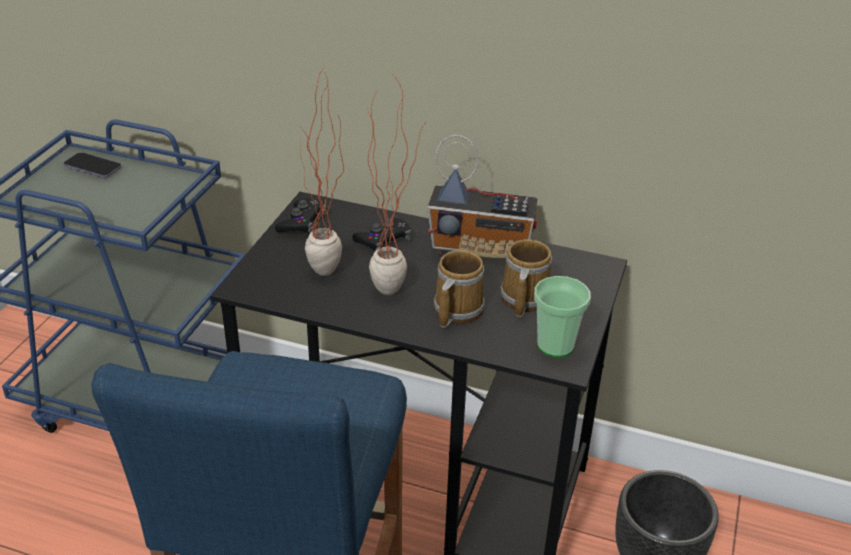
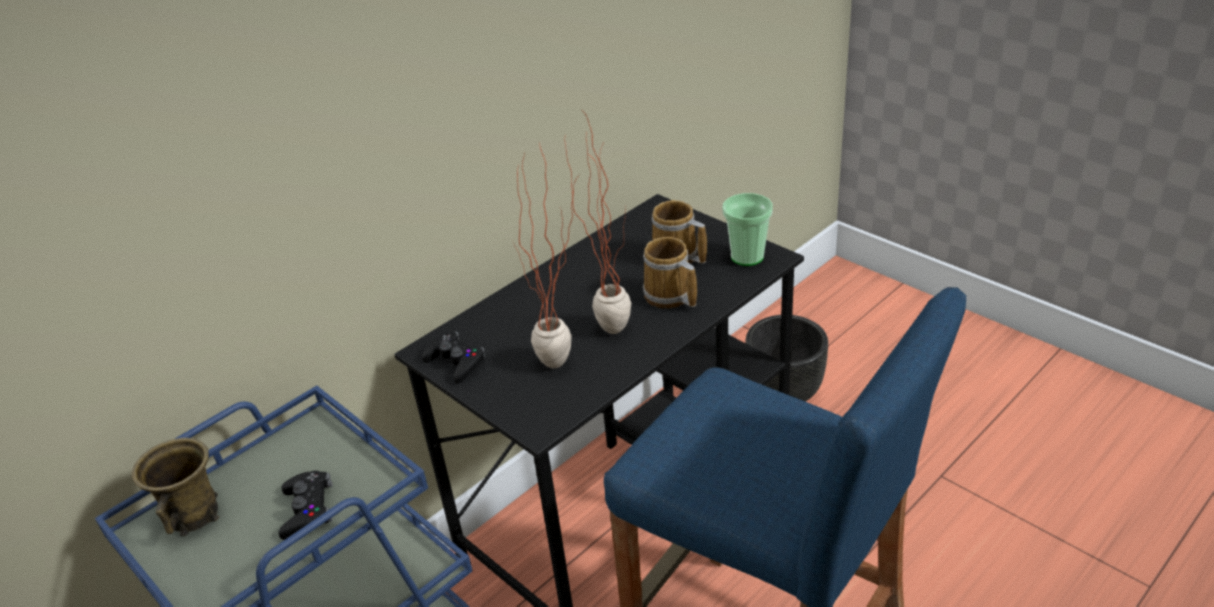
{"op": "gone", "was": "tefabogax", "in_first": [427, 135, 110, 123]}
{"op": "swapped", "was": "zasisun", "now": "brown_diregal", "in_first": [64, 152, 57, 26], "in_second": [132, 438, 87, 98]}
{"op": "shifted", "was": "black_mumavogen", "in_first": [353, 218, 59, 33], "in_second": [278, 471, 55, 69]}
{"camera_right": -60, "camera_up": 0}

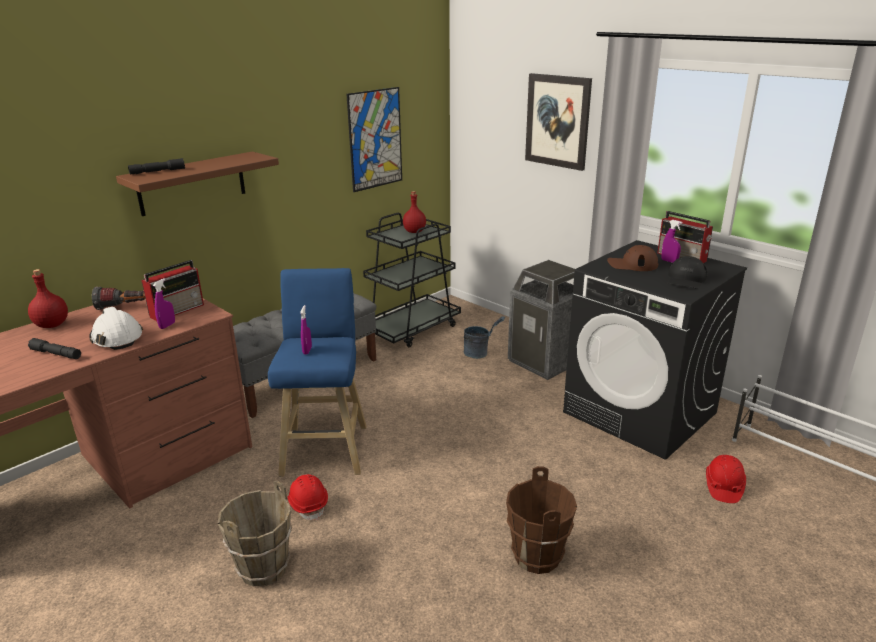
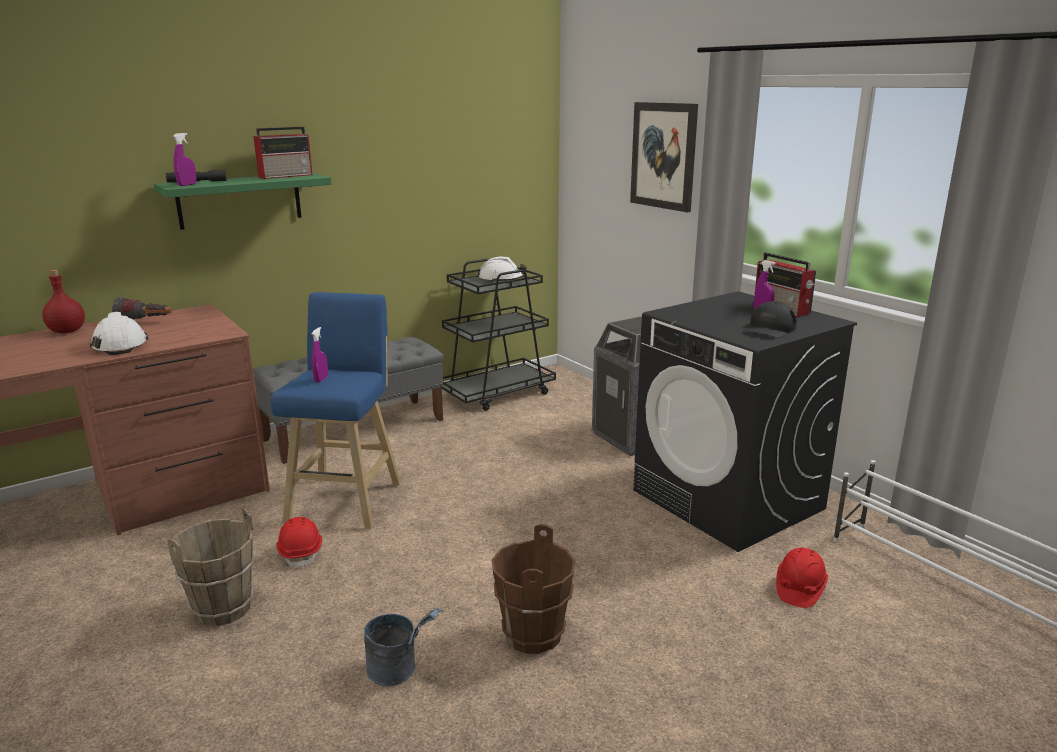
{"op": "gone", "was": "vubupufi", "in_first": [346, 87, 56, 105]}
{"op": "repainted", "was": "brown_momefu", "now": "green_momefu", "in_first": [116, 151, 163, 65], "in_second": [154, 173, 177, 57]}
{"op": "swapped", "was": "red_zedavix", "now": "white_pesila", "in_first": [403, 191, 23, 42], "in_second": [479, 257, 48, 26]}
{"op": "gone", "was": "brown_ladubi", "in_first": [607, 245, 51, 26]}
{"op": "shifted", "was": "tefabogax", "in_first": [141, 260, 63, 61], "in_second": [254, 127, 58, 52]}
{"op": "shifted", "was": "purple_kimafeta", "in_first": [153, 278, 22, 51], "in_second": [173, 133, 23, 53]}
{"op": "shifted", "was": "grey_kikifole", "in_first": [464, 316, 41, 43], "in_second": [364, 608, 78, 79]}
{"op": "gone", "was": "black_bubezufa", "in_first": [28, 338, 53, 21]}
{"camera_right": 10, "camera_up": -5}

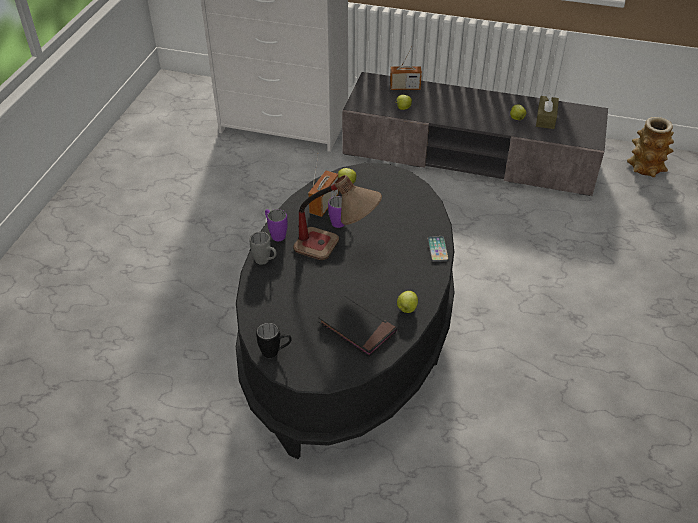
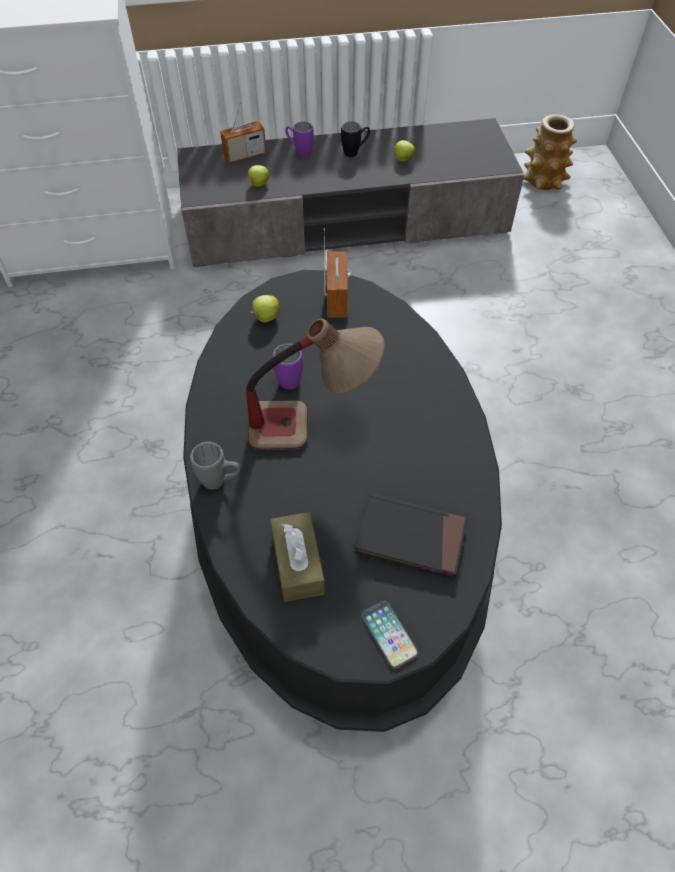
{"op": "shifted", "was": "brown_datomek", "in_first": [536, 93, 23, 36], "in_second": [270, 512, 55, 90]}
{"op": "shifted", "was": "tefabogax", "in_first": [308, 152, 31, 65], "in_second": [323, 228, 27, 89]}
{"op": "shifted", "was": "purple_diregal", "in_first": [265, 209, 23, 32], "in_second": [285, 122, 29, 35]}
{"op": "shifted", "was": "zasisun", "in_first": [427, 236, 22, 26], "in_second": [361, 601, 57, 68]}
{"op": "gone", "was": "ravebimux", "in_first": [397, 291, 21, 22]}
{"op": "shifted", "was": "black_diregal", "in_first": [256, 323, 36, 35], "in_second": [341, 122, 29, 35]}
{"camera_right": -25, "camera_up": 10}

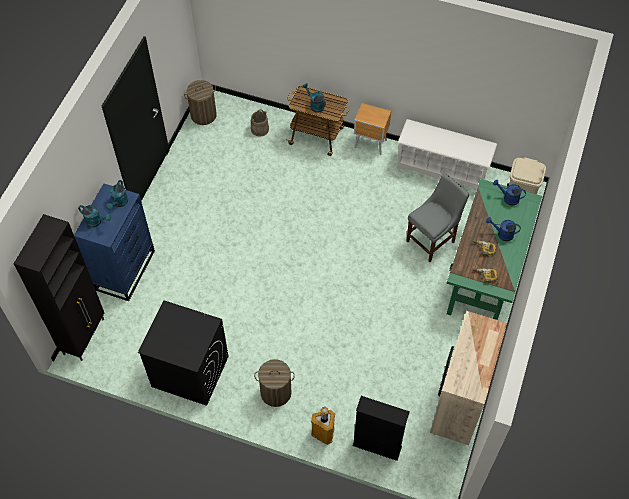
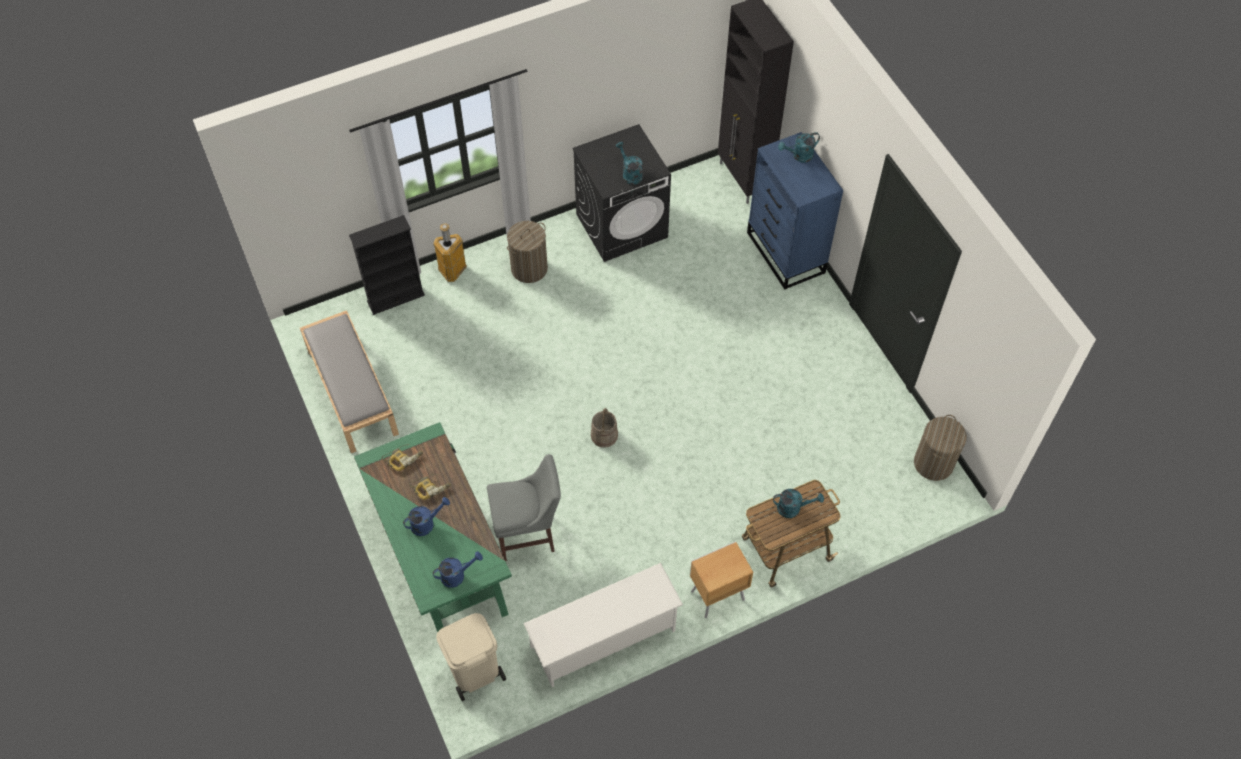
{"op": "shifted", "was": "beige_kikifole", "in_first": [251, 109, 18, 28], "in_second": [591, 408, 27, 40]}
{"op": "rotated", "was": "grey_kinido", "in_first": [406, 174, 63, 88], "in_second": [487, 454, 74, 107], "clockwise": -105}
{"op": "shifted", "was": "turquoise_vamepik", "in_first": [106, 180, 22, 30], "in_second": [616, 142, 27, 43]}
{"op": "swapped", "was": "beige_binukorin", "now": "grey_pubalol", "in_first": [430, 311, 77, 134], "in_second": [300, 310, 99, 143]}
{"camera_right": 135, "camera_up": 0}

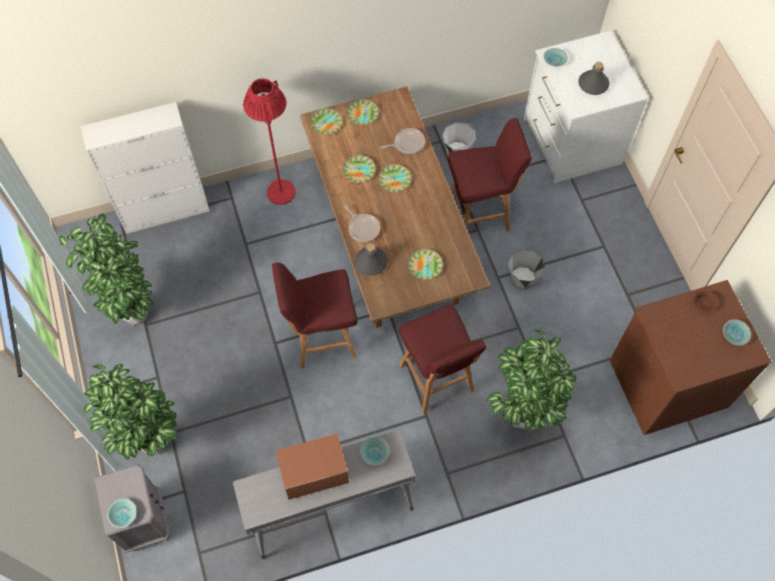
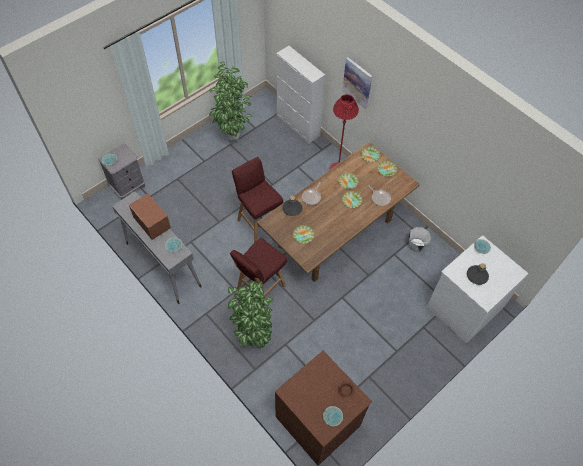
{"op": "gone", "was": "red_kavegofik", "in_first": [448, 118, 84, 114]}
{"op": "gone", "was": "grey_kikifole", "in_first": [508, 248, 37, 42]}
{"op": "gone", "was": "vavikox", "in_first": [83, 364, 94, 96]}
{"op": "new", "now": "vubupufi", "in_second": [342, 57, 30, 52]}
{"camera_right": 65, "camera_up": -5}

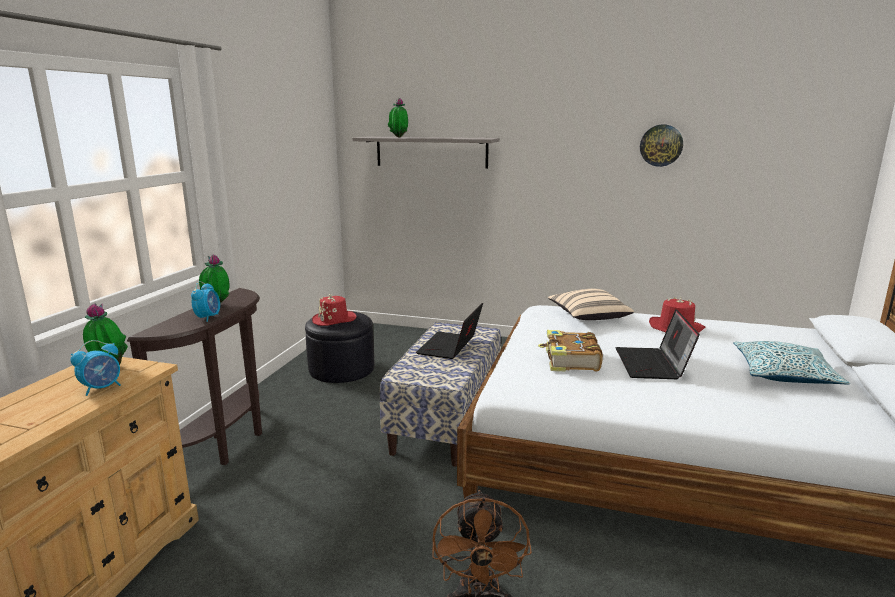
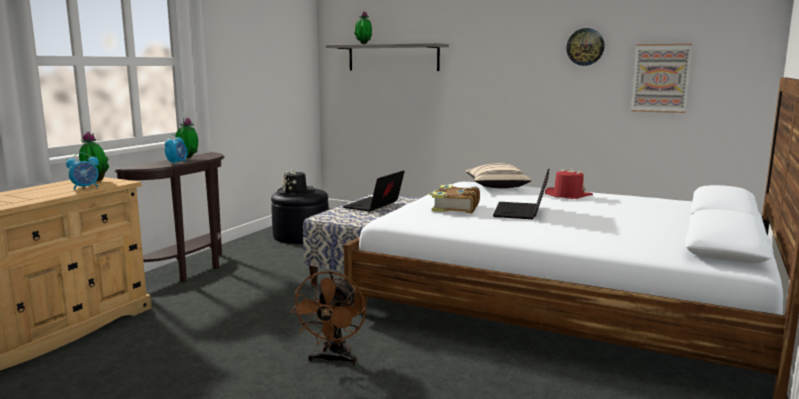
{"op": "repainted", "was": "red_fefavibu", "now": "black_fefavibu", "in_first": [312, 295, 44, 31], "in_second": [277, 170, 37, 24]}
{"op": "gone", "was": "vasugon", "in_first": [733, 341, 117, 44]}
{"op": "new", "now": "vubupufi", "in_second": [631, 44, 61, 69]}
{"camera_right": 10, "camera_up": -5}

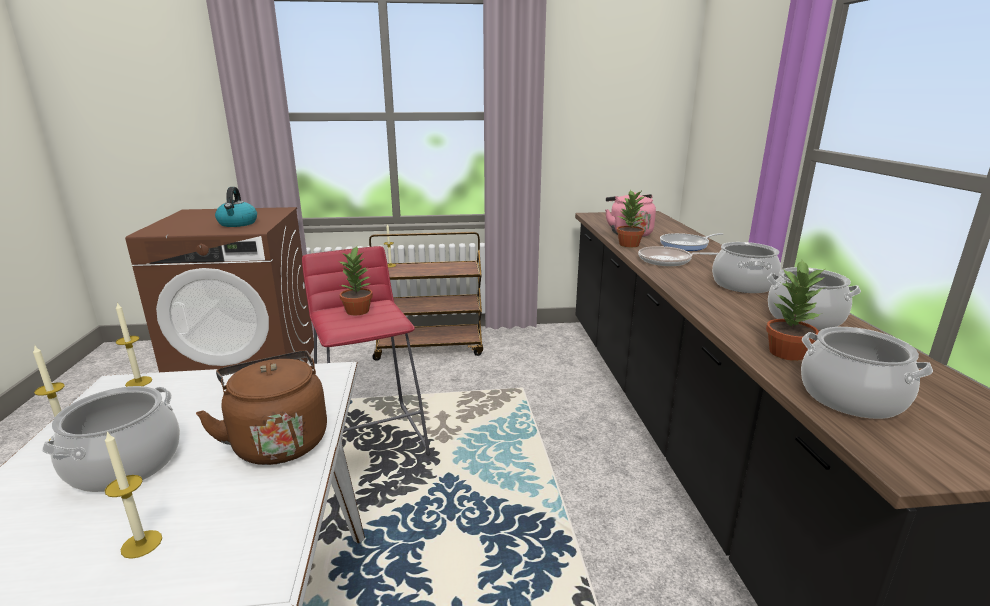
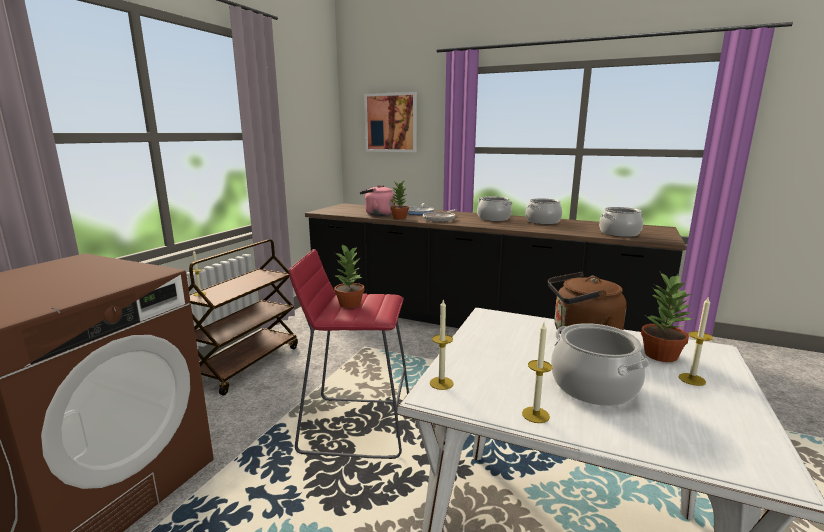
{"op": "gone", "was": "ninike", "in_first": [215, 187, 42, 40]}
{"op": "shifted", "was": "vavikox", "in_first": [766, 260, 59, 101], "in_second": [641, 272, 53, 90]}
{"op": "new", "now": "vubupufi", "in_second": [364, 92, 53, 60]}
{"camera_right": -60, "camera_up": -5}

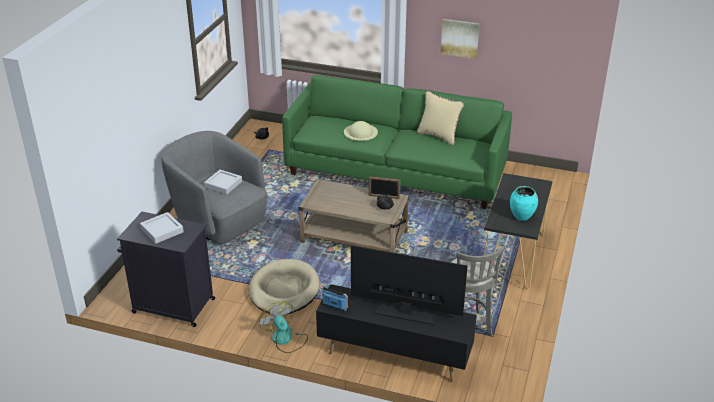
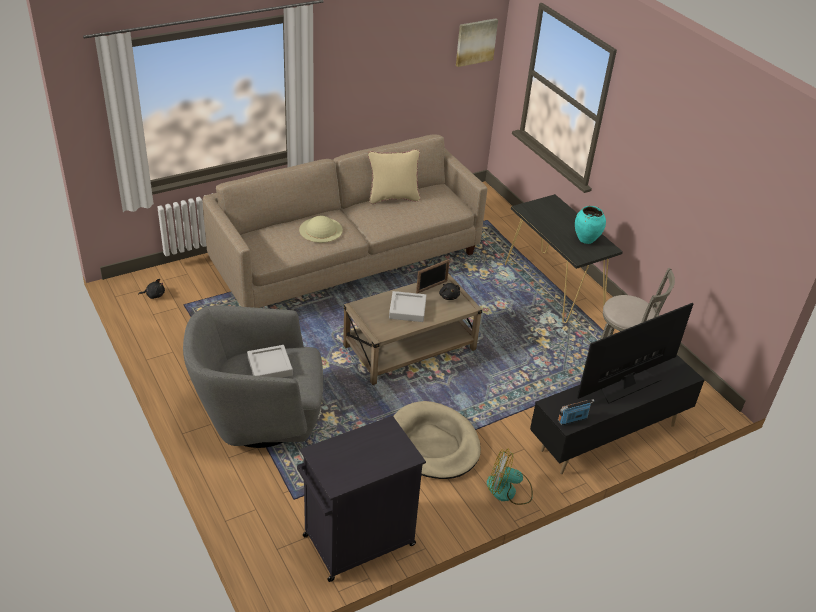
{"op": "shifted", "was": "vubupufi", "in_first": [440, 19, 40, 40], "in_second": [456, 18, 42, 49]}
{"op": "repainted", "was": "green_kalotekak", "now": "beige_kalotekak", "in_first": [282, 75, 230, 134], "in_second": [203, 134, 284, 174]}
{"op": "shifted", "was": "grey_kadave", "in_first": [140, 212, 44, 32], "in_second": [389, 291, 37, 31]}
{"camera_right": -50, "camera_up": 5}

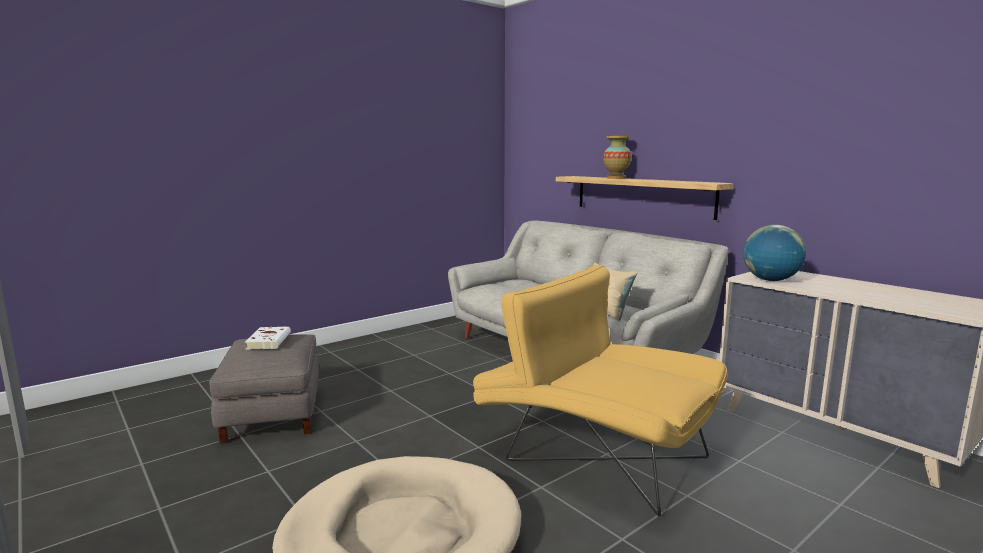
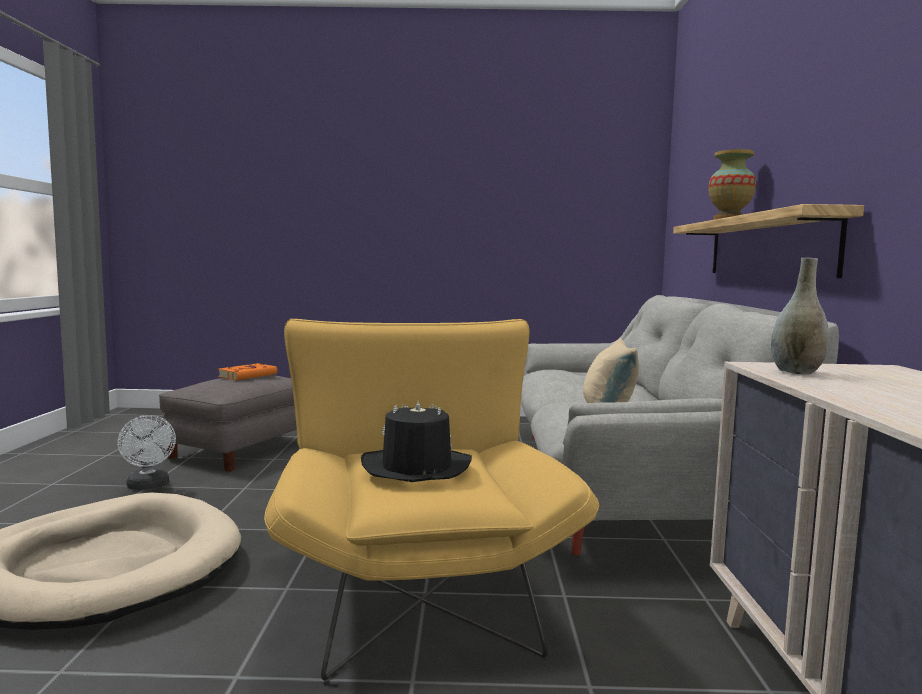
{"op": "swapped", "was": "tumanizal", "now": "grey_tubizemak", "in_first": [743, 225, 63, 56], "in_second": [771, 258, 58, 116]}
{"op": "repainted", "was": "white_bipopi", "now": "orange_bipopi", "in_first": [245, 327, 46, 23], "in_second": [218, 363, 59, 17]}
{"op": "new", "now": "black_fefavibu", "in_second": [361, 400, 111, 82]}
{"op": "new", "now": "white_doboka", "in_second": [117, 415, 59, 75]}
{"camera_right": 40, "camera_up": -5}

